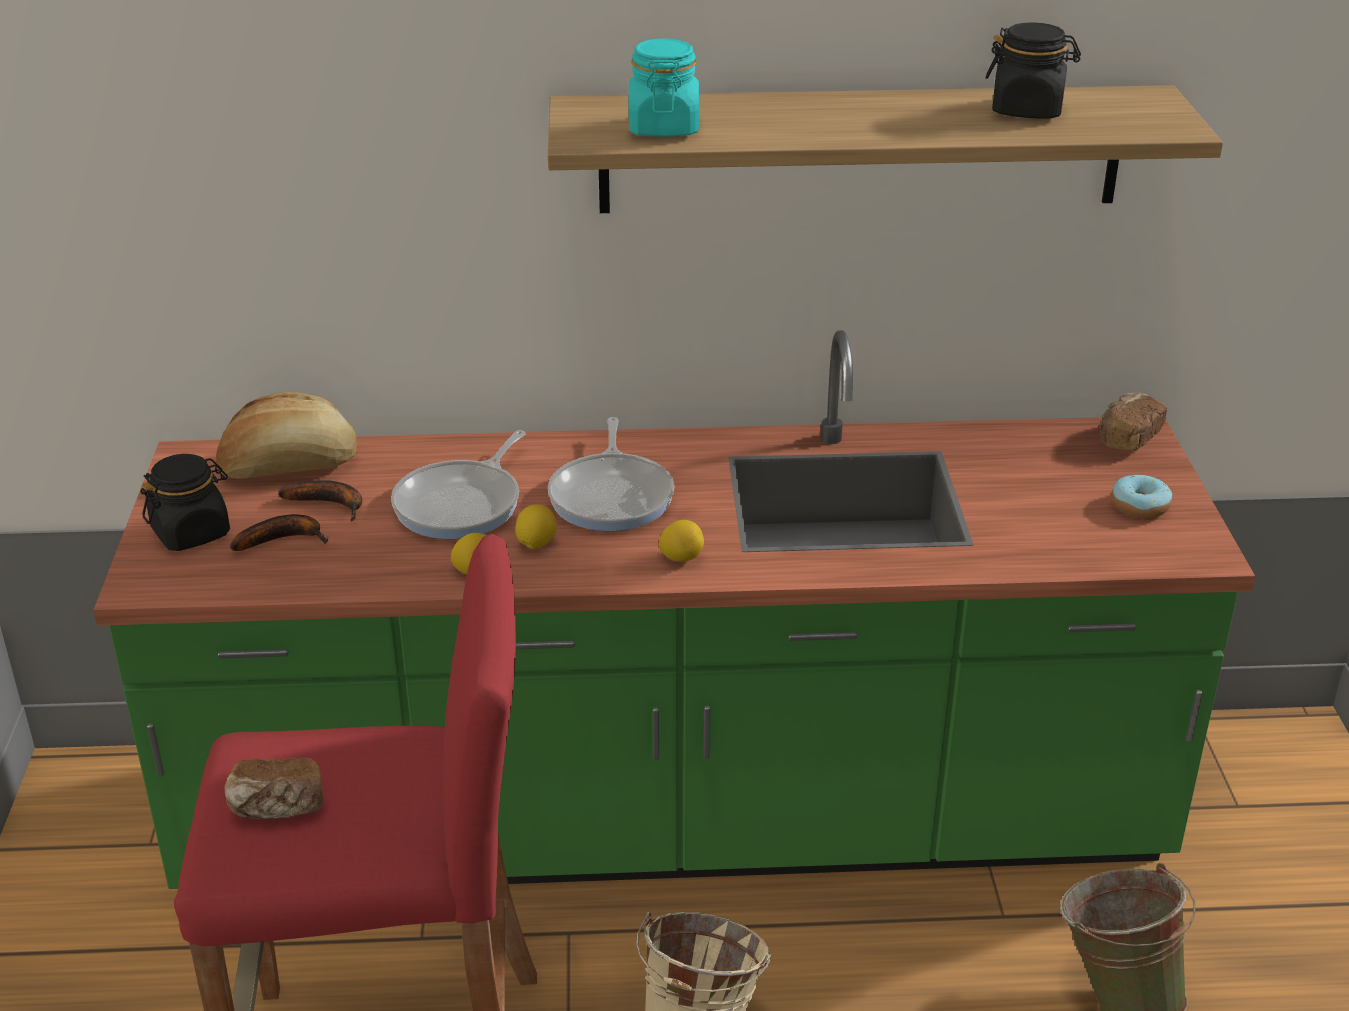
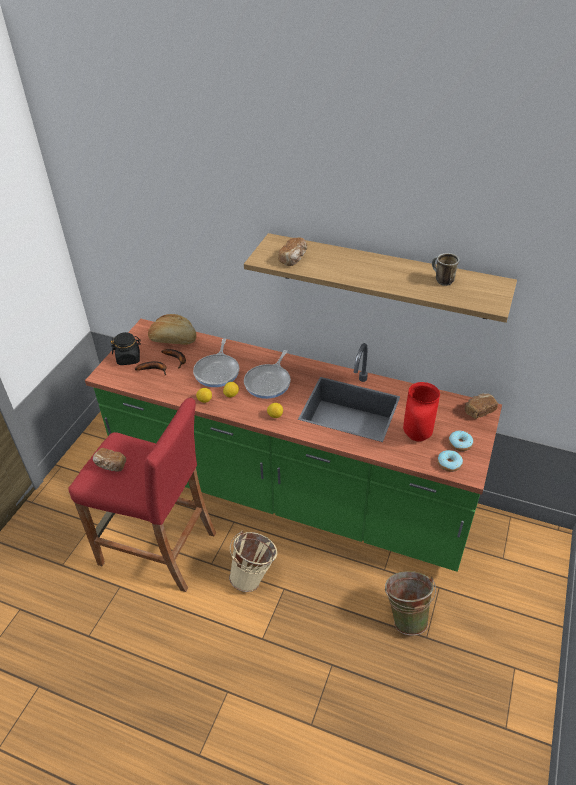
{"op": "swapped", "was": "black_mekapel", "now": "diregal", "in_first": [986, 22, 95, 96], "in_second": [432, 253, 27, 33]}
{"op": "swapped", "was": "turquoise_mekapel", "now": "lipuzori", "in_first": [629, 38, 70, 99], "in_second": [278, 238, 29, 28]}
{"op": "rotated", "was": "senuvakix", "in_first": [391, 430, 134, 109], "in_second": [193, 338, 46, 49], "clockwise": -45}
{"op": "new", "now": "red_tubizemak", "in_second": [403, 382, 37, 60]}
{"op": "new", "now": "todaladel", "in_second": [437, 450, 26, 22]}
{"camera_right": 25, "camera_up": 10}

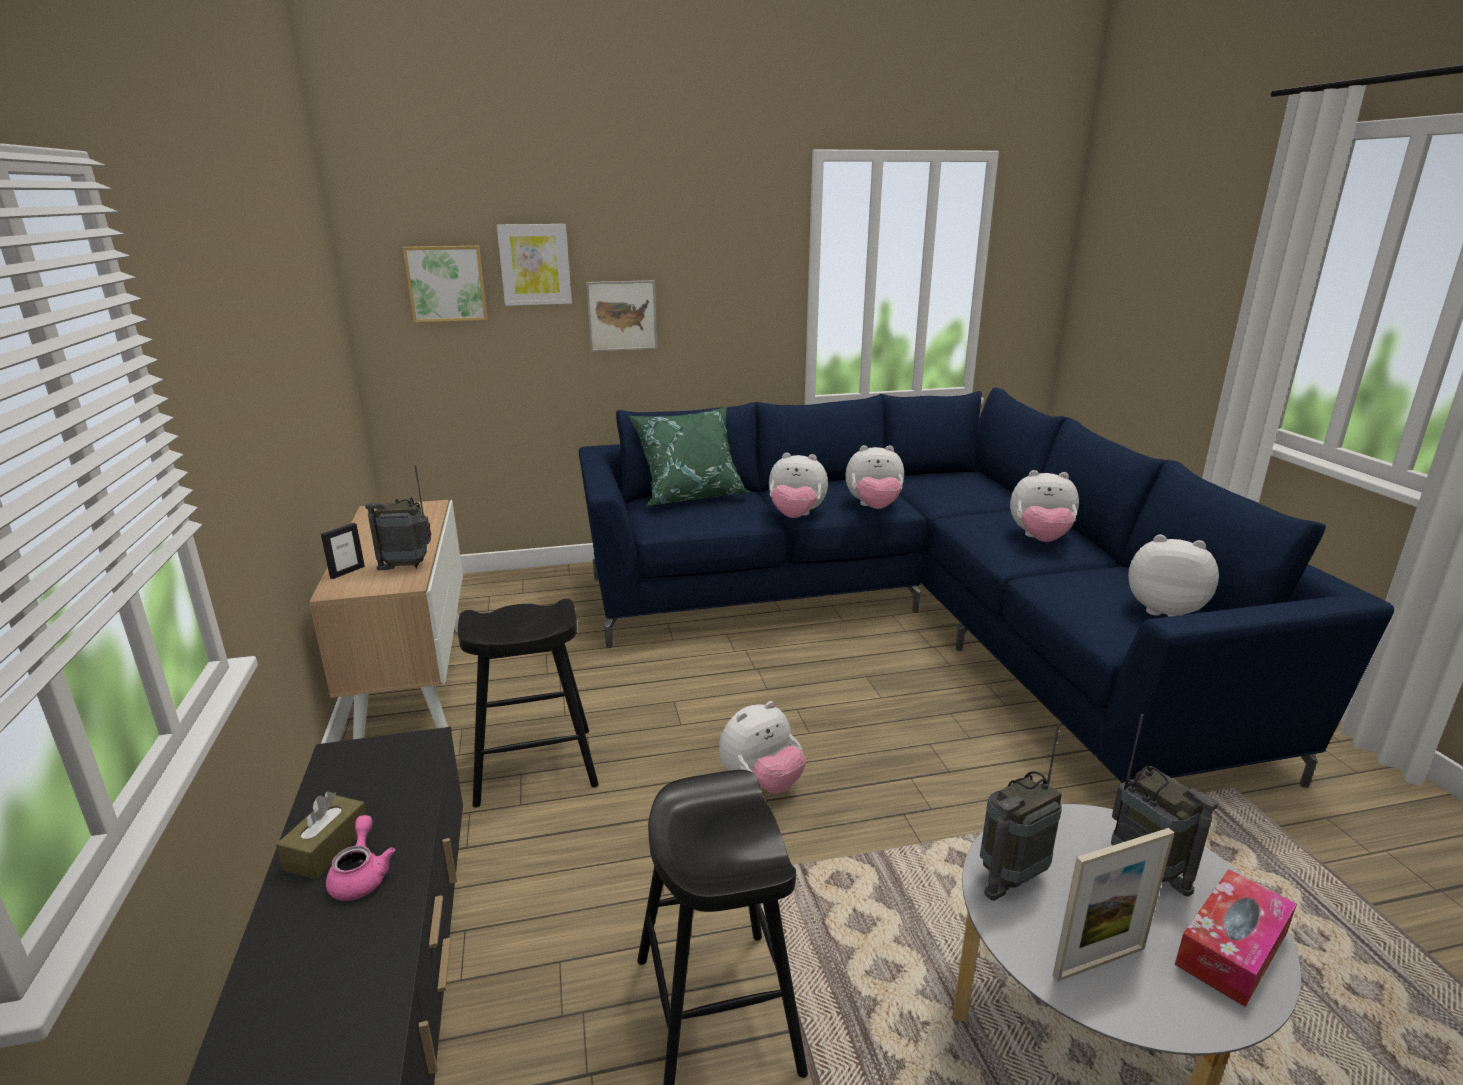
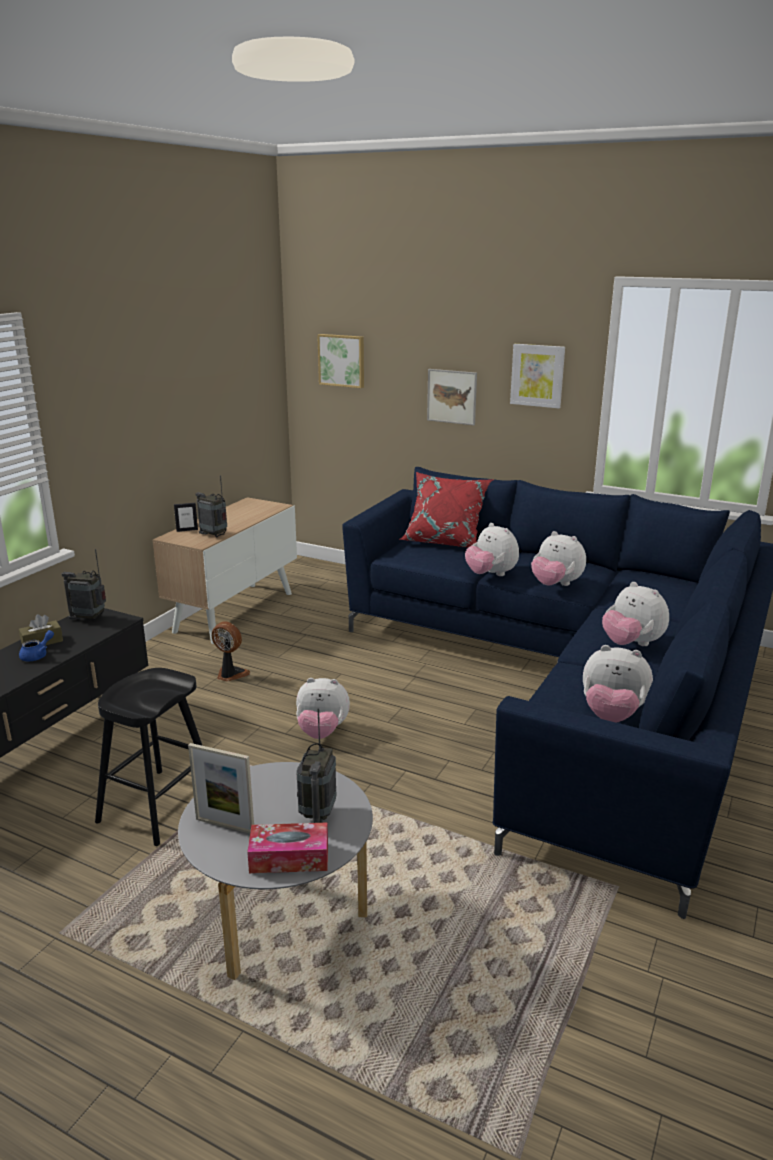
{"op": "shifted", "was": "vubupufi", "in_first": [497, 224, 75, 82], "in_second": [510, 344, 55, 64]}
{"op": "repainted", "was": "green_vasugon", "now": "red_vasugon", "in_first": [628, 407, 122, 99], "in_second": [400, 472, 94, 75]}
{"op": "rotated", "was": "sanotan", "in_first": [1128, 534, 91, 83], "in_second": [583, 645, 70, 78], "clockwise": 135}
{"op": "swapped", "was": "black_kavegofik", "now": "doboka", "in_first": [458, 599, 141, 209], "in_second": [212, 621, 38, 61]}
{"op": "shifted", "was": "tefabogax", "in_first": [980, 723, 82, 178], "in_second": [62, 549, 44, 72]}
{"op": "repainted", "was": "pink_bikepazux", "now": "blue_bikepazux", "in_first": [326, 815, 69, 86], "in_second": [19, 630, 35, 31]}
{"camera_right": 40, "camera_up": 0}

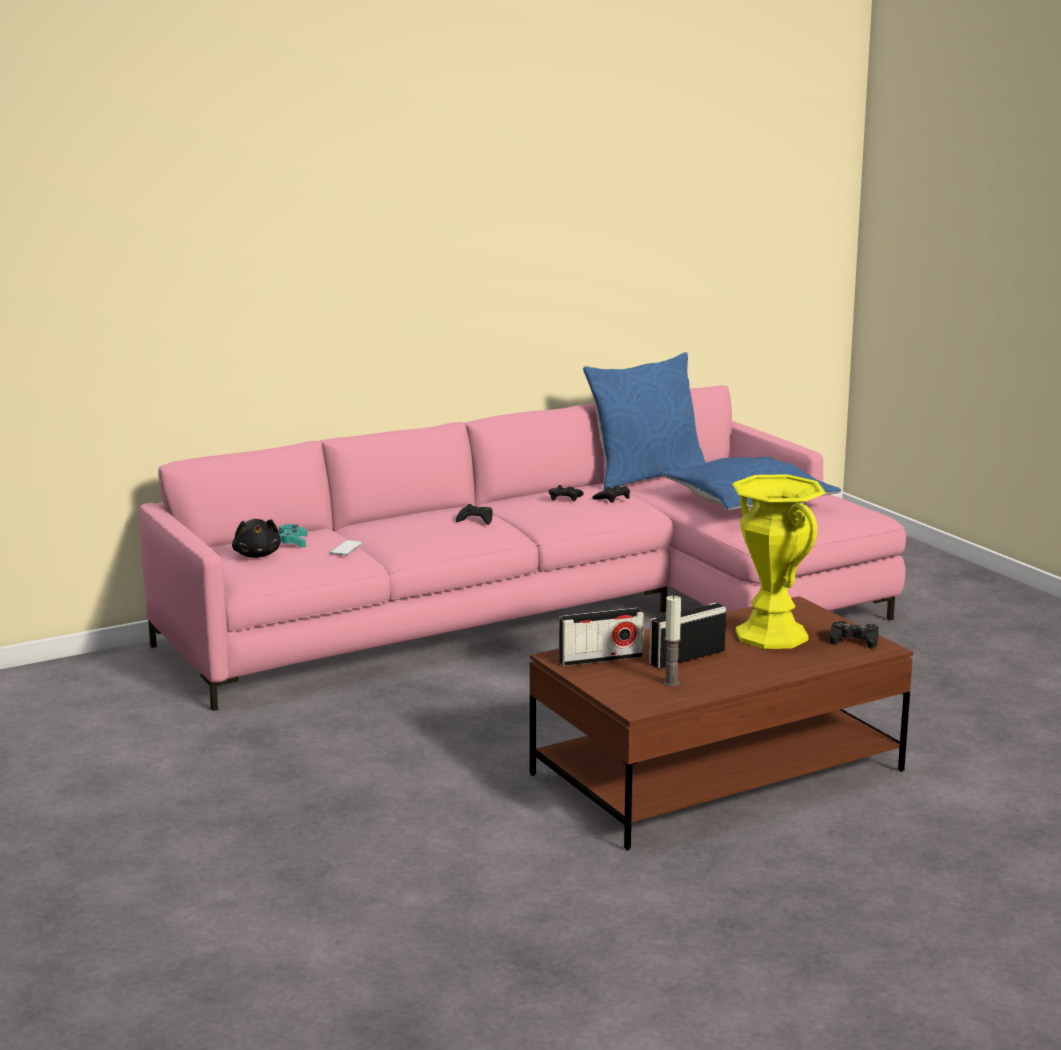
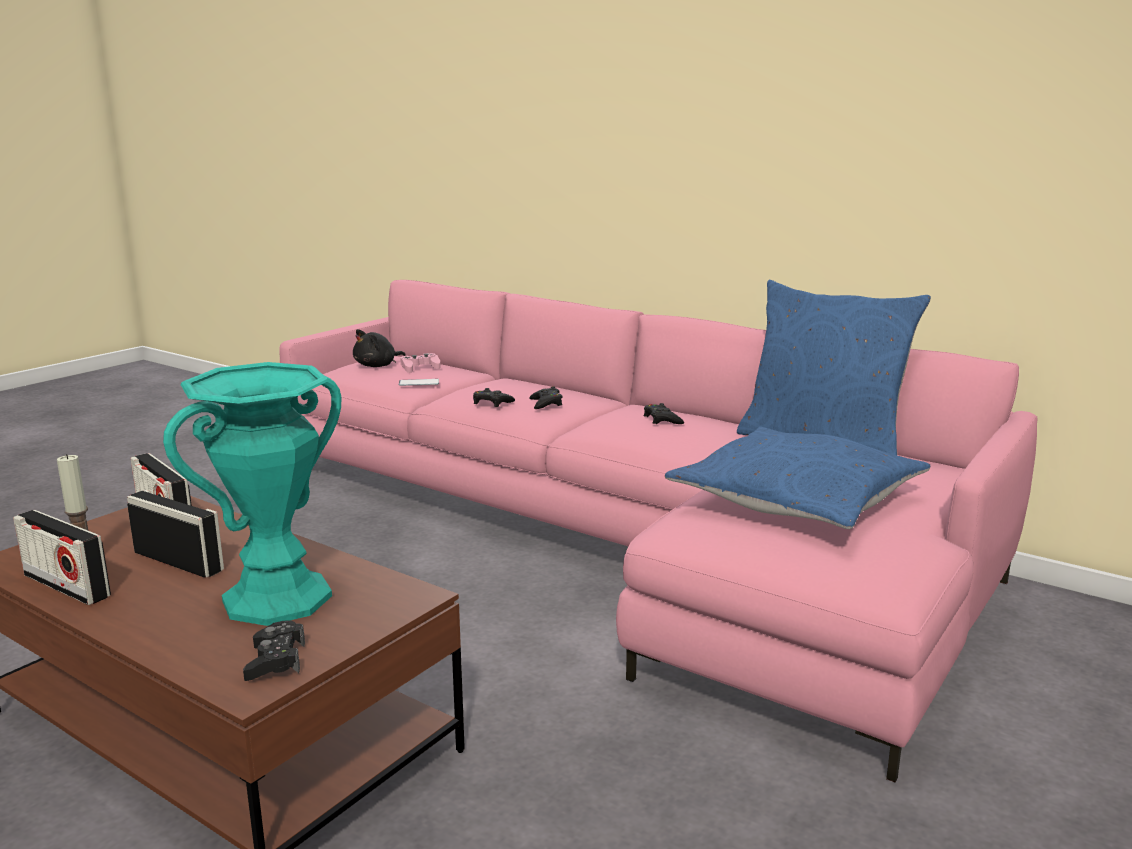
{"op": "repainted", "was": "yellow_tubizemak", "now": "turquoise_tubizemak", "in_first": [732, 474, 94, 175], "in_second": [163, 362, 178, 264]}
{"op": "shifted", "was": "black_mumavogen", "in_first": [592, 486, 38, 17], "in_second": [473, 388, 42, 19]}
{"op": "repainted", "was": "turquoise_mumavogen", "now": "pink_mumavogen", "in_first": [279, 524, 28, 23], "in_second": [400, 353, 41, 20]}
{"op": "new", "now": "tefabogax", "in_second": [13, 510, 98, 95]}
{"camera_right": 65, "camera_up": 0}

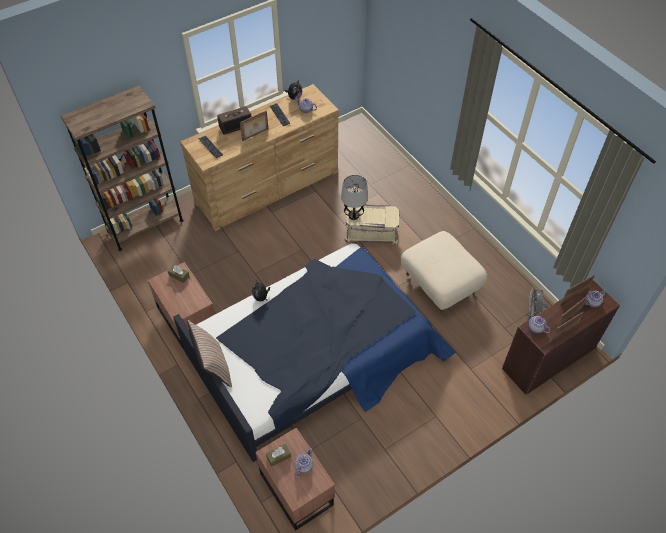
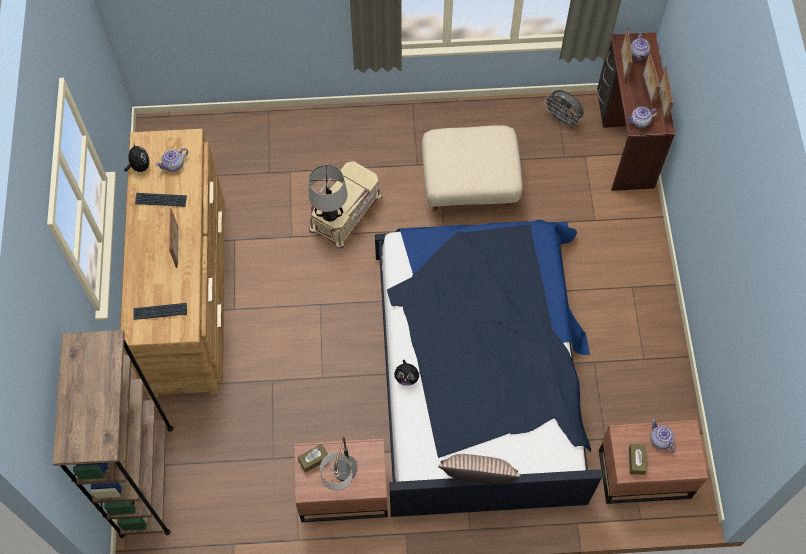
{"op": "gone", "was": "tefabogax", "in_first": [217, 106, 34, 29]}
{"op": "new", "now": "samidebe", "in_second": [320, 437, 37, 54]}
{"camera_right": -60, "camera_up": 10}

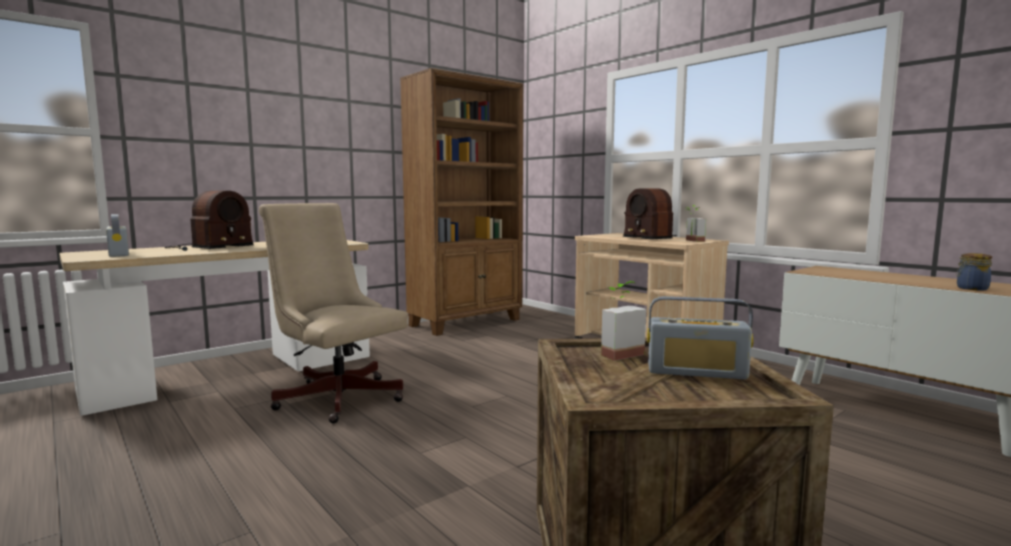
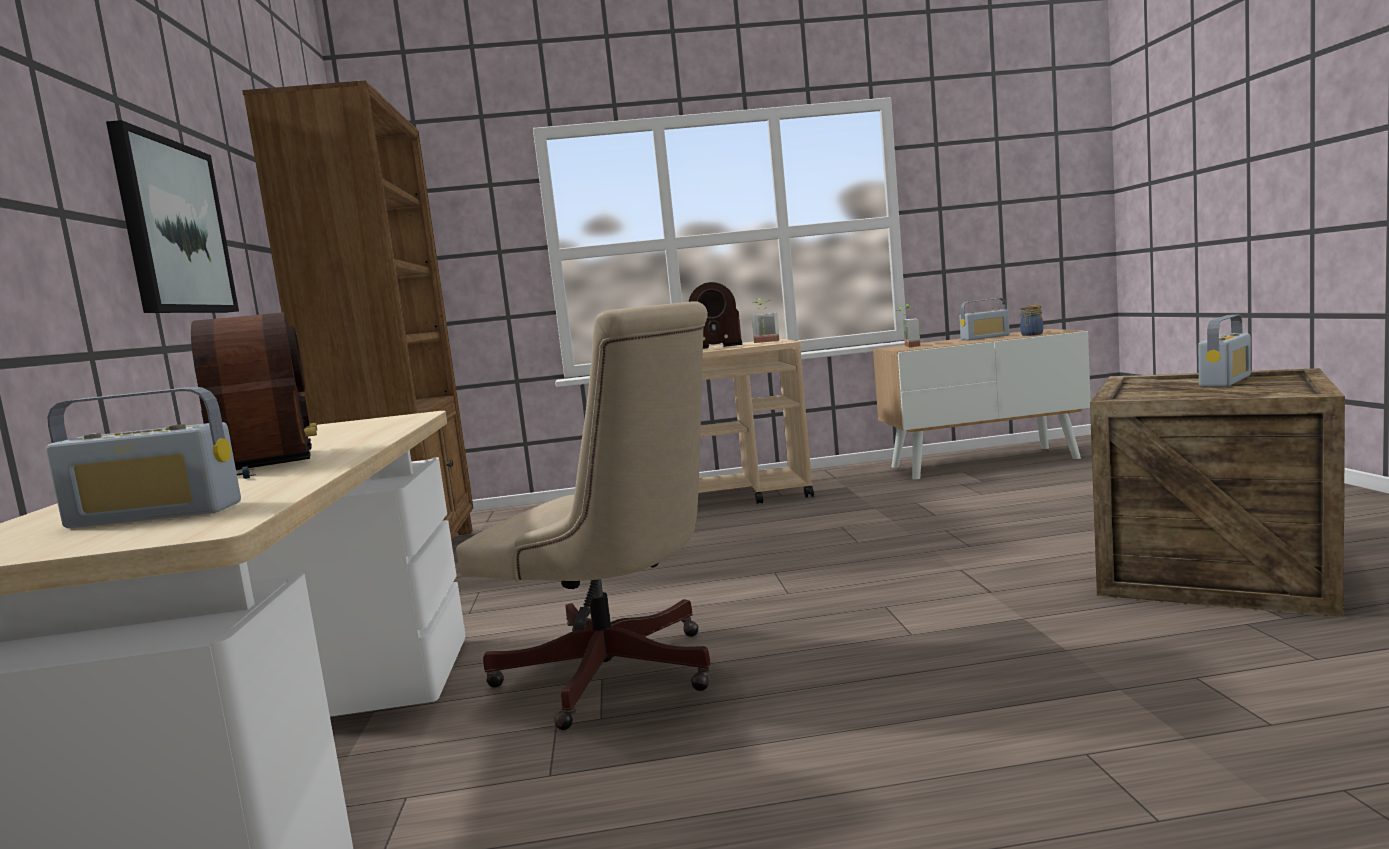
{"op": "rotated", "was": "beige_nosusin", "in_first": [259, 203, 149, 221], "in_second": [456, 301, 254, 429], "clockwise": -135}
{"op": "shifted", "was": "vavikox", "in_first": [601, 281, 45, 80], "in_second": [895, 304, 25, 43]}
{"op": "new", "now": "vubupufi", "in_second": [106, 120, 133, 193]}
{"op": "new", "now": "tefabogax", "in_second": [959, 298, 51, 42]}
{"camera_right": -55, "camera_up": 0}

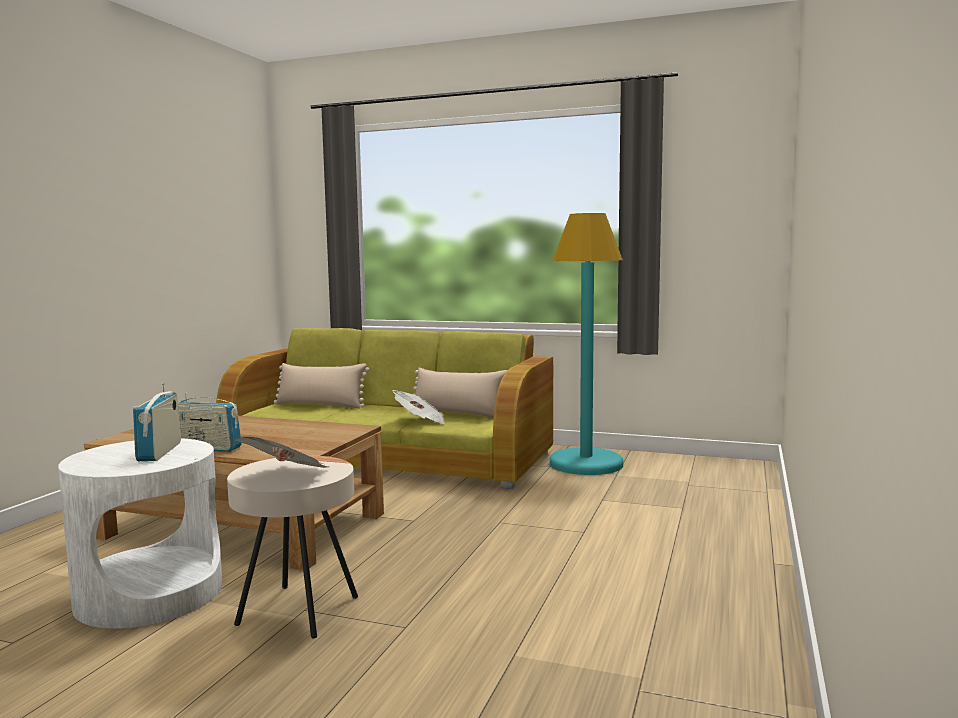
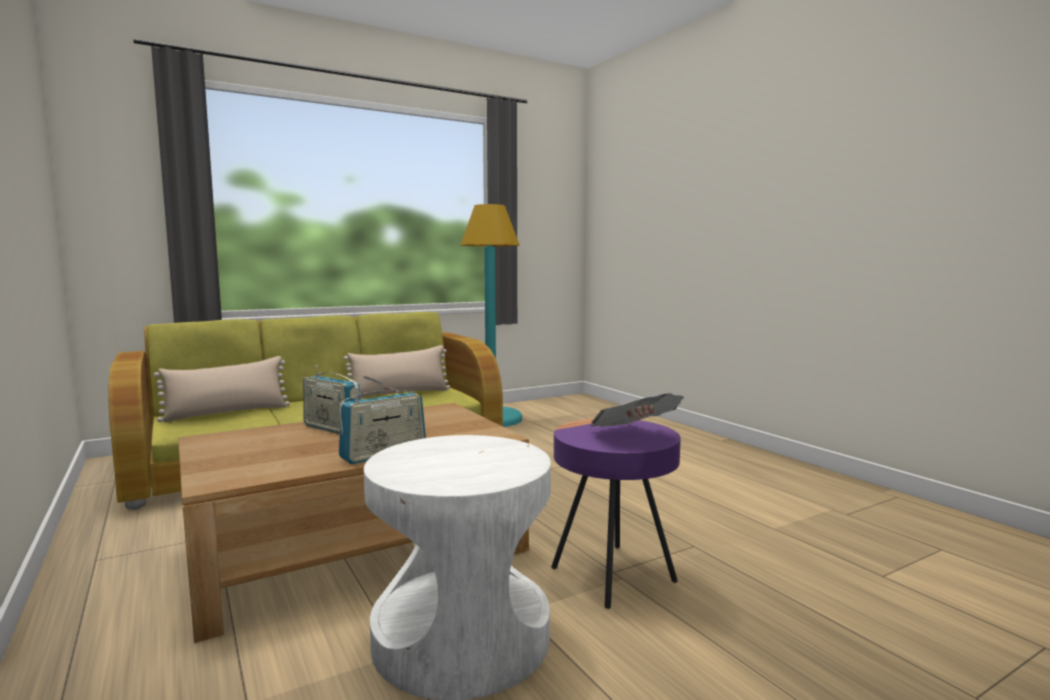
{"op": "shifted", "was": "tefabogax", "in_first": [133, 383, 48, 79], "in_second": [303, 366, 58, 68]}
{"op": "repainted", "was": "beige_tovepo", "now": "purple_tovepo", "in_first": [227, 455, 131, 183], "in_second": [551, 418, 130, 191]}
{"camera_right": -50, "camera_up": 0}

